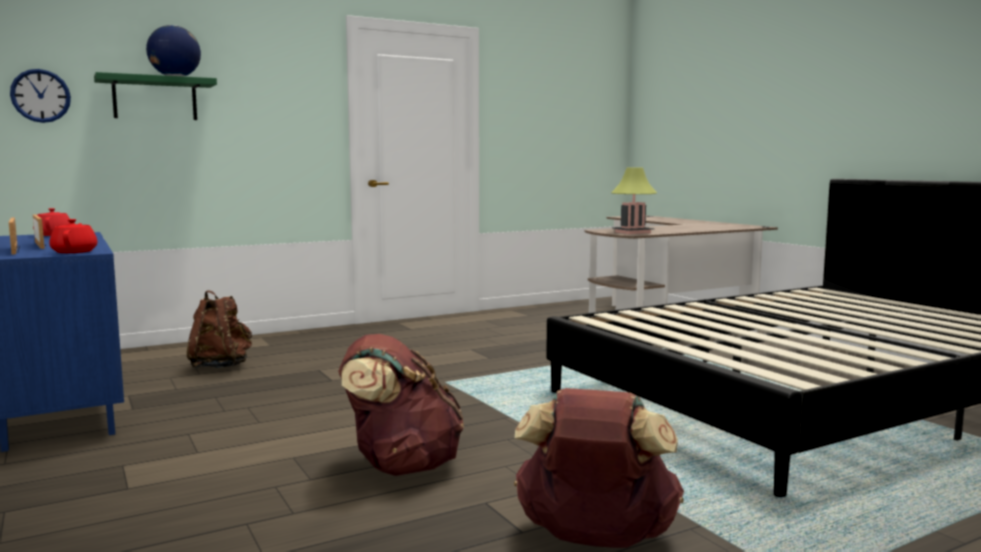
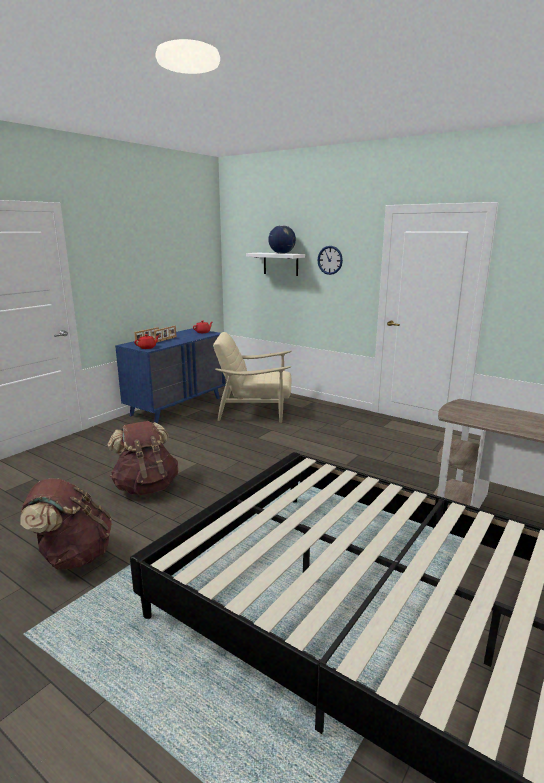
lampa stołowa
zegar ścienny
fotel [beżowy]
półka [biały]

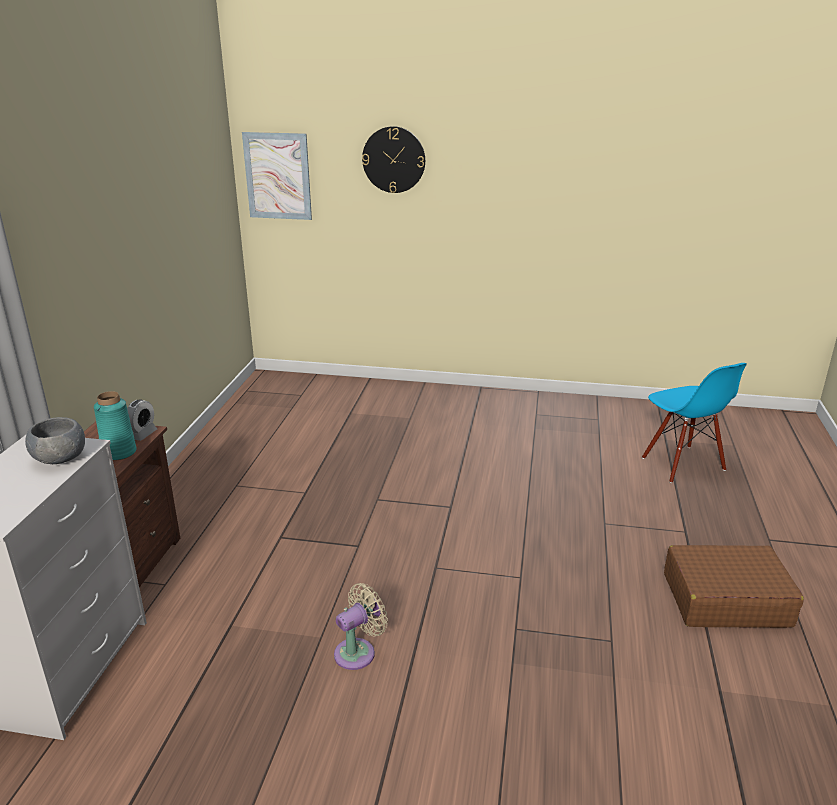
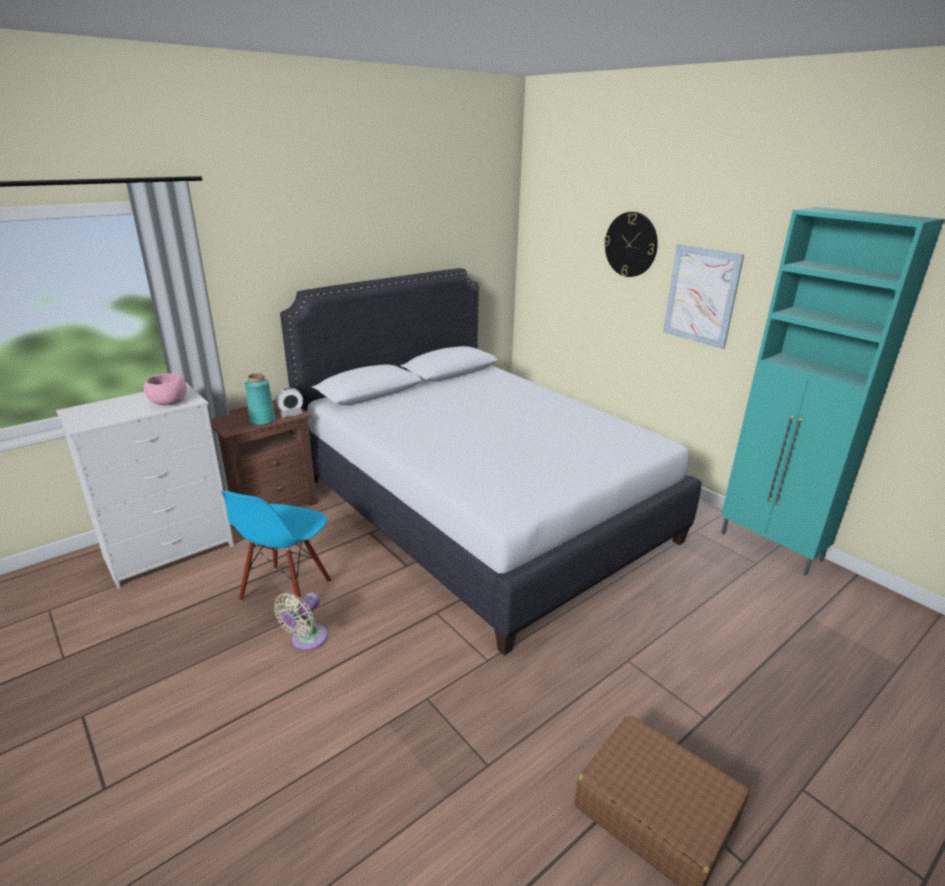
łóżko [biały]
szafka [turkusowy]
obraz
krzesło [niebieski]
miska [różowy]
wentylator [beżowy]

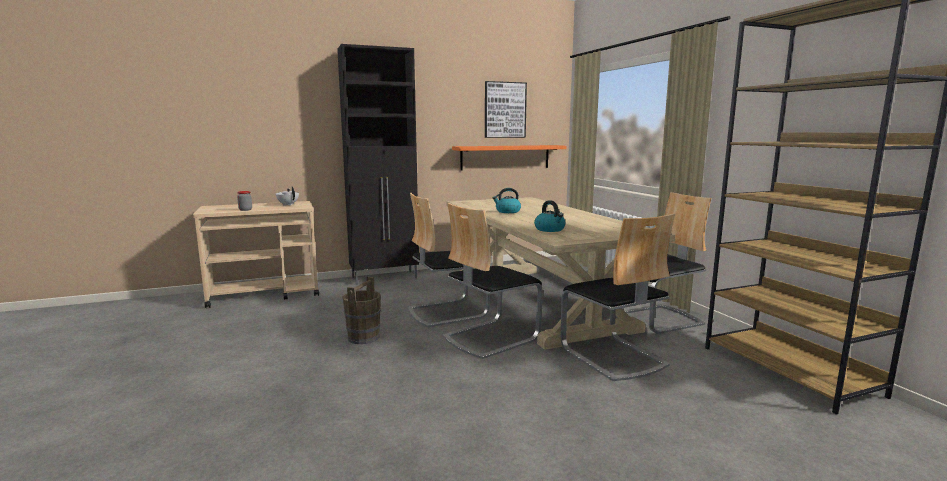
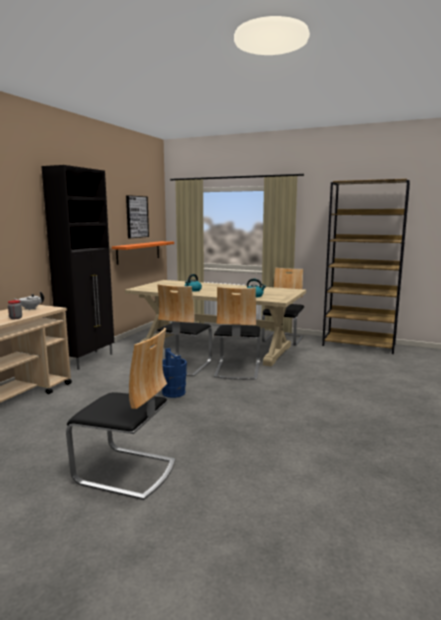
krzesło (no. 1 from left)
wiadro [niebieski]

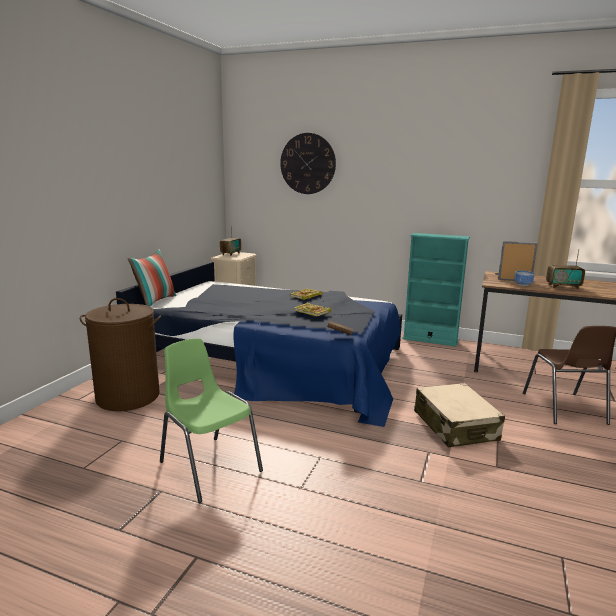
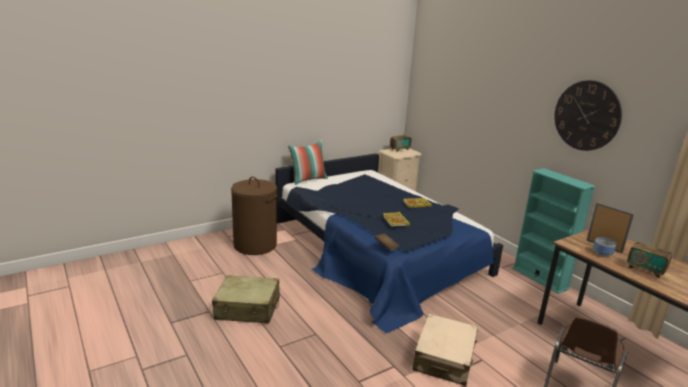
zegar ścienny
walizka [beżowy] (no. 1 from left)

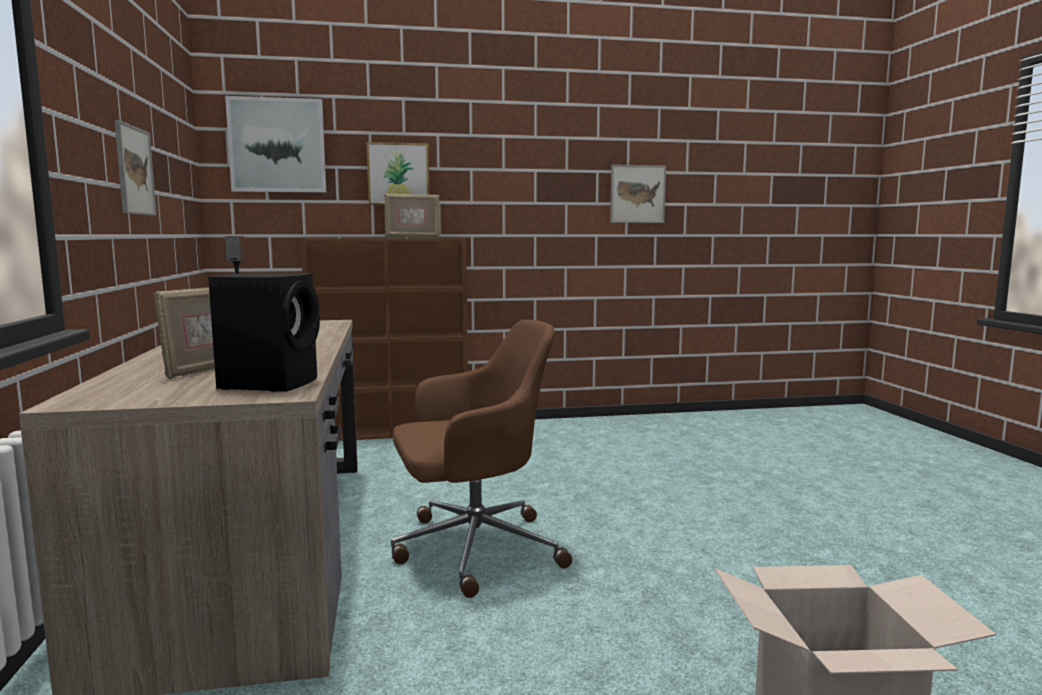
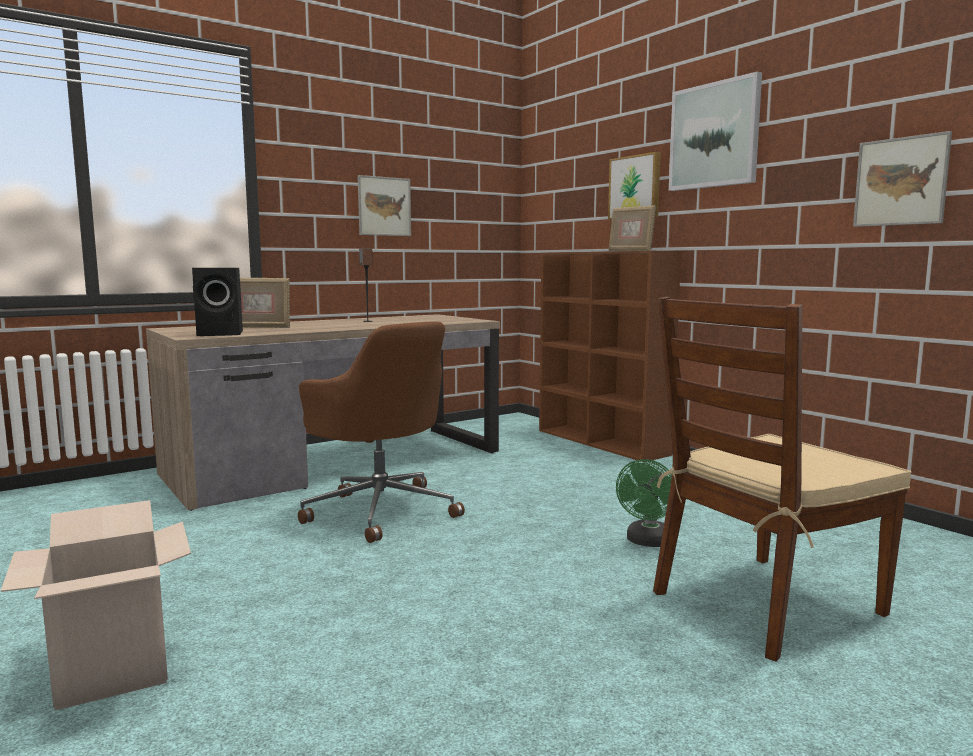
wentylator [zielony]
krzesło [brązowy]
obraz (no. 3 from left)

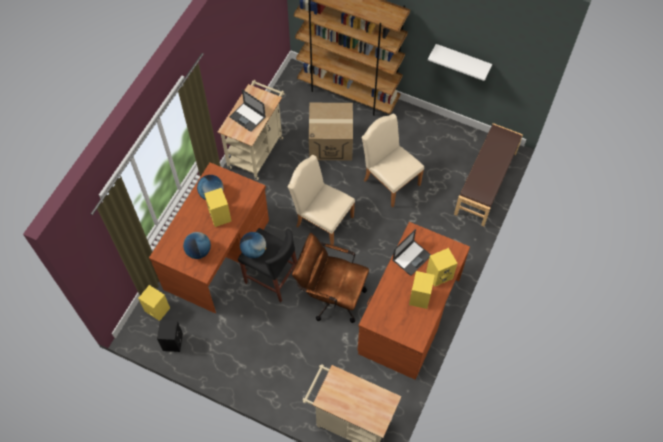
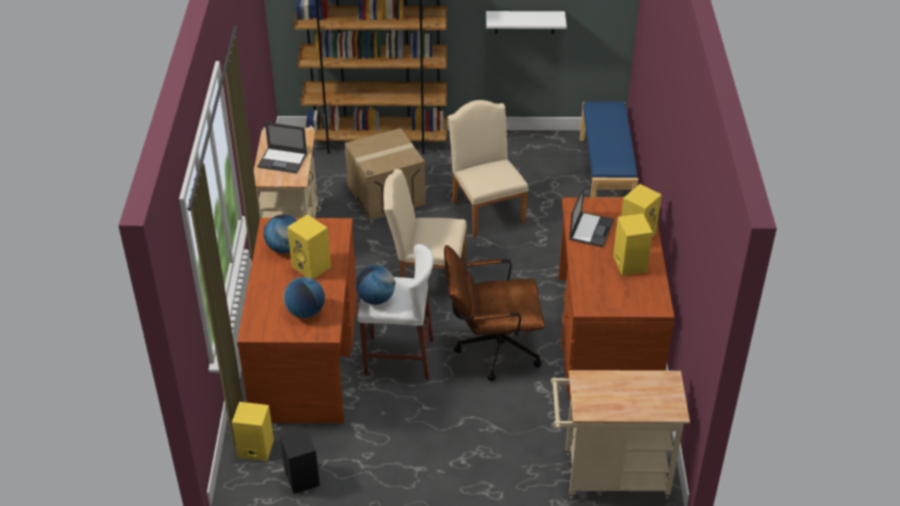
stołek [biały]
ławka [niebieski]
krzesło [beżowy] (no. 2 from left)

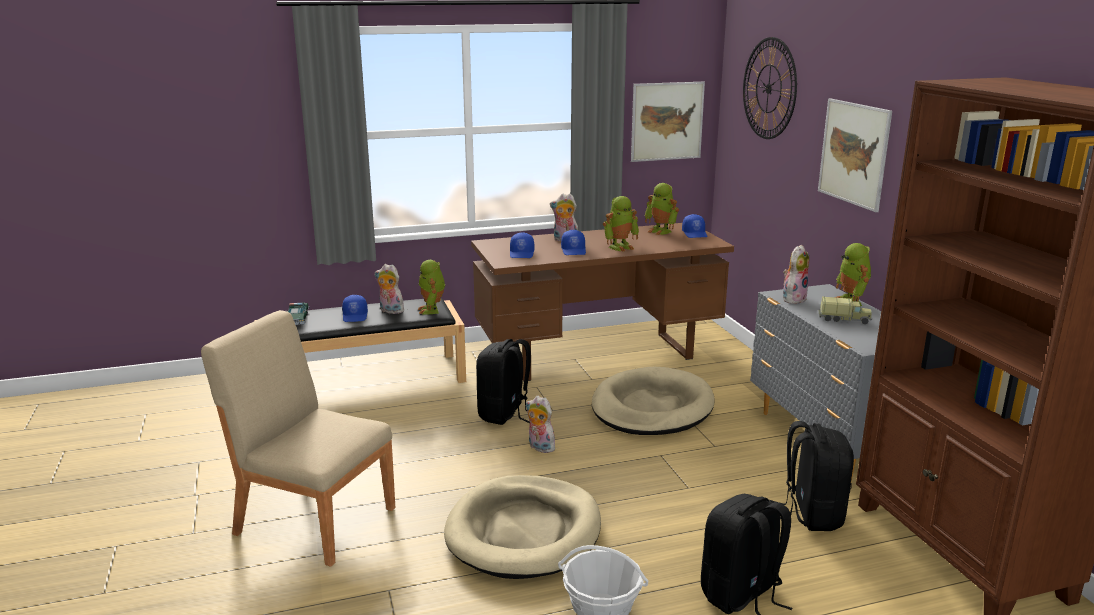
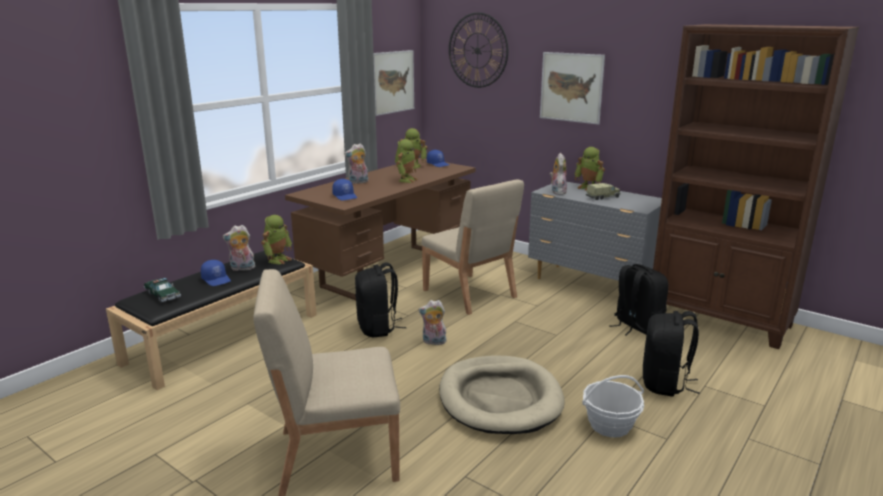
czapka z daszkiem [niebieski] (no. 3 from left in the first image)
krzesło [beżowy] (no. 2 from left)
robot zabawkowy (no. 1 from left)

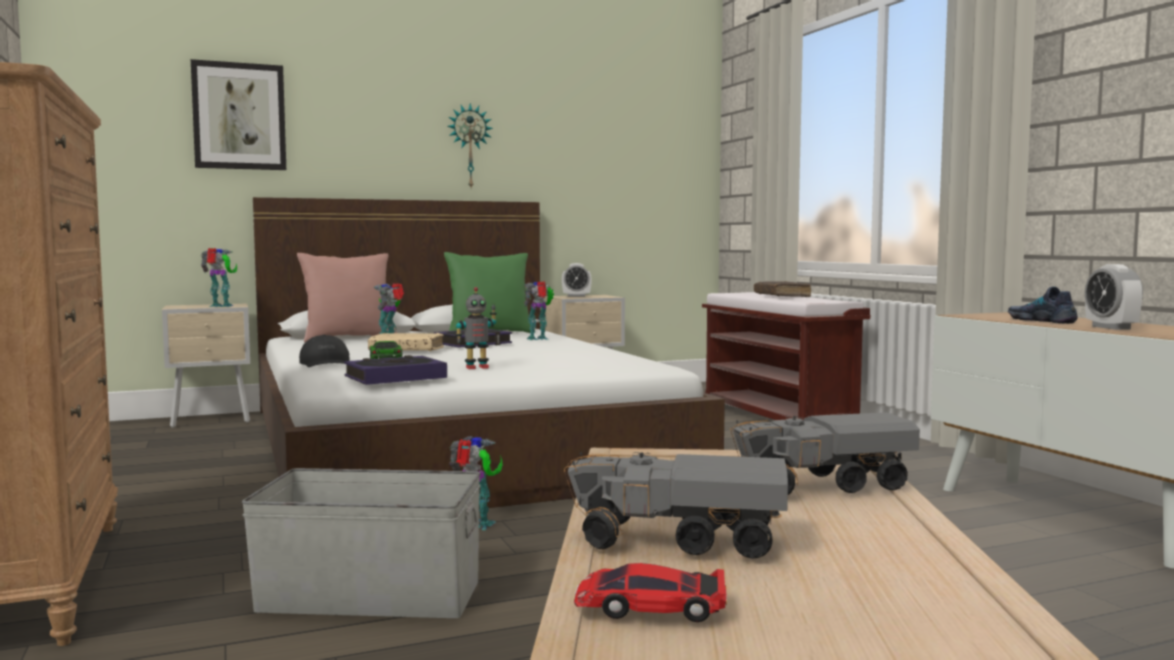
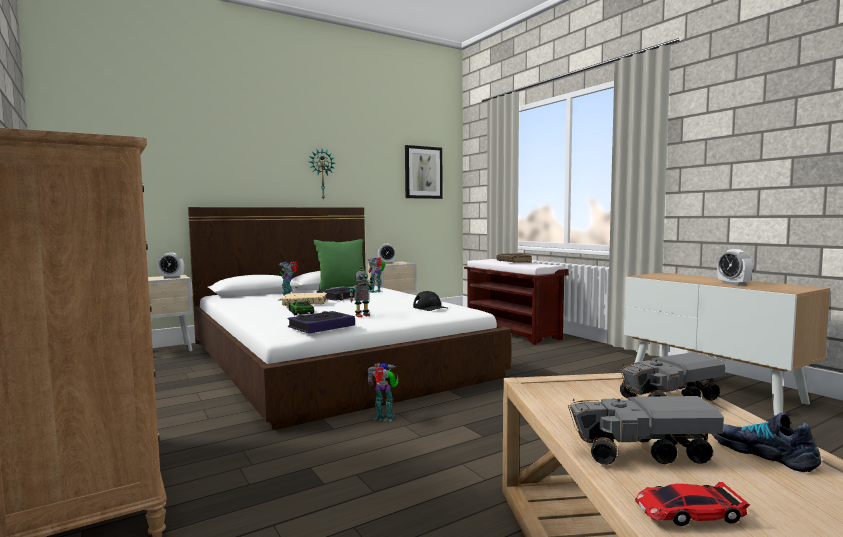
pojemnik do przechowywania [szary]
poduszka [różowy]
obraz
czapka z daszkiem [czarny]
but
budzik (no. 1 from left)

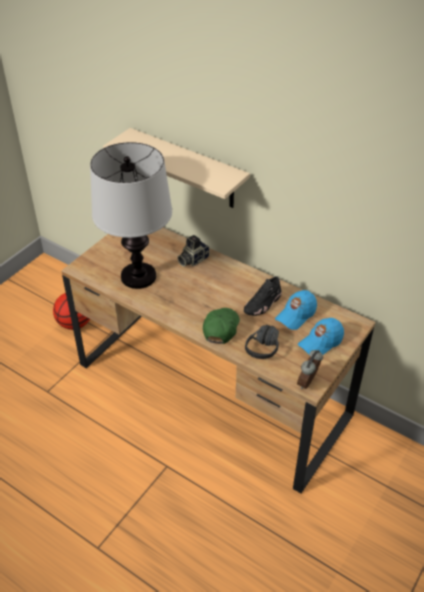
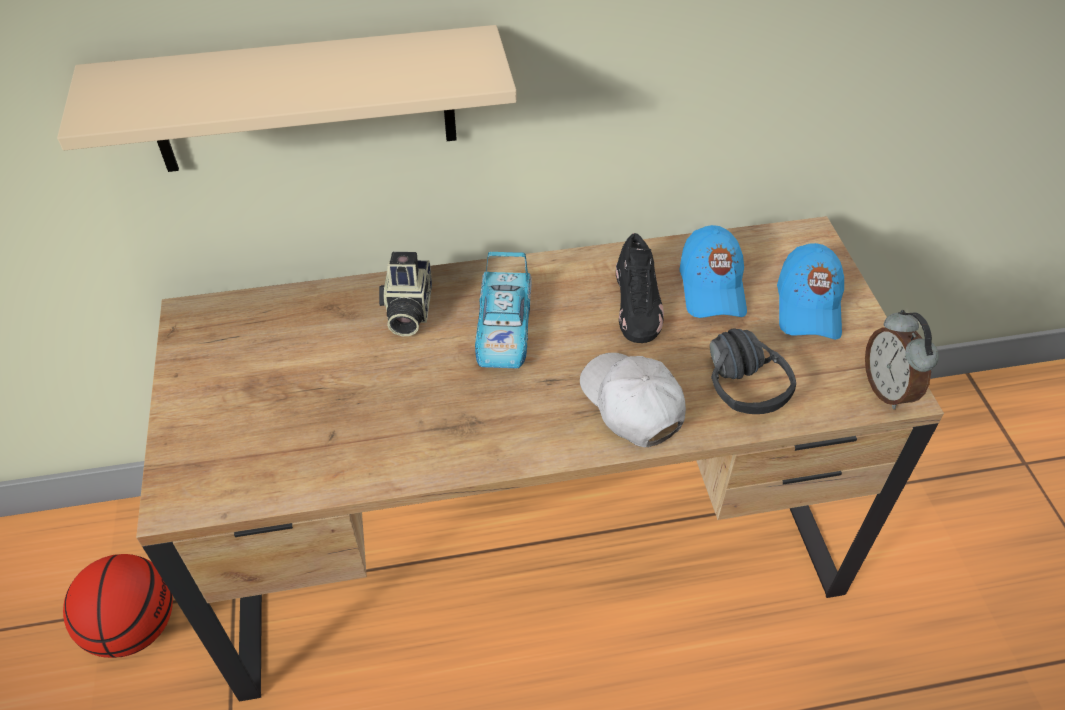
lampa stołowa
samochodzik
czapka z daszkiem [biały]

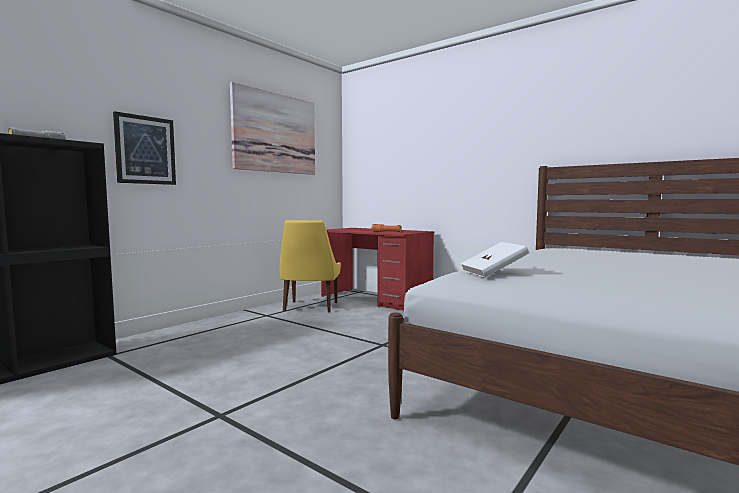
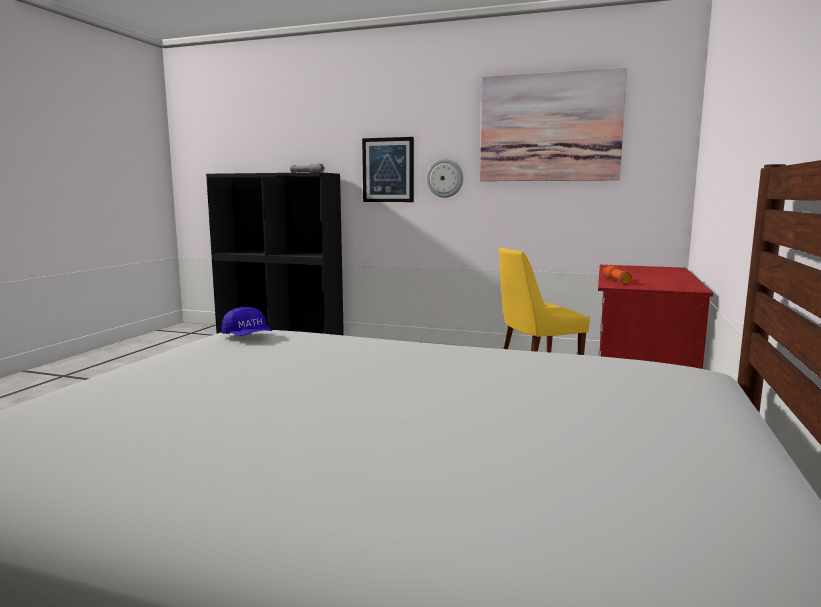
zegar ścienny
czapka z daszkiem [niebieski]

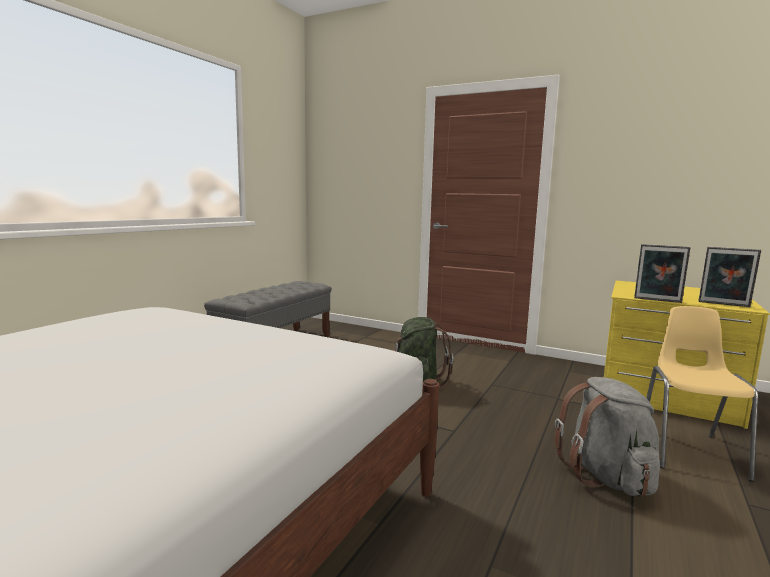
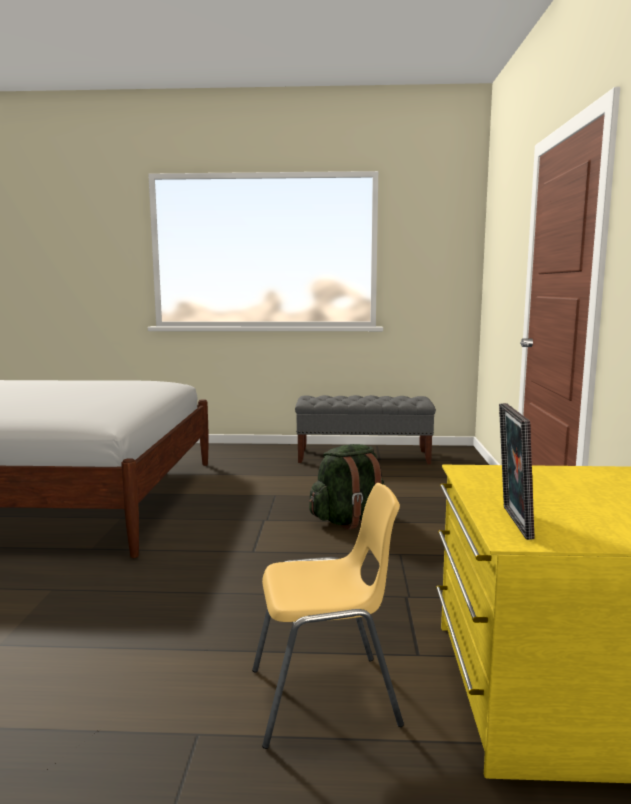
plecak [szary]
ramka na zdjęcie (no. 1 from left in the first image)

